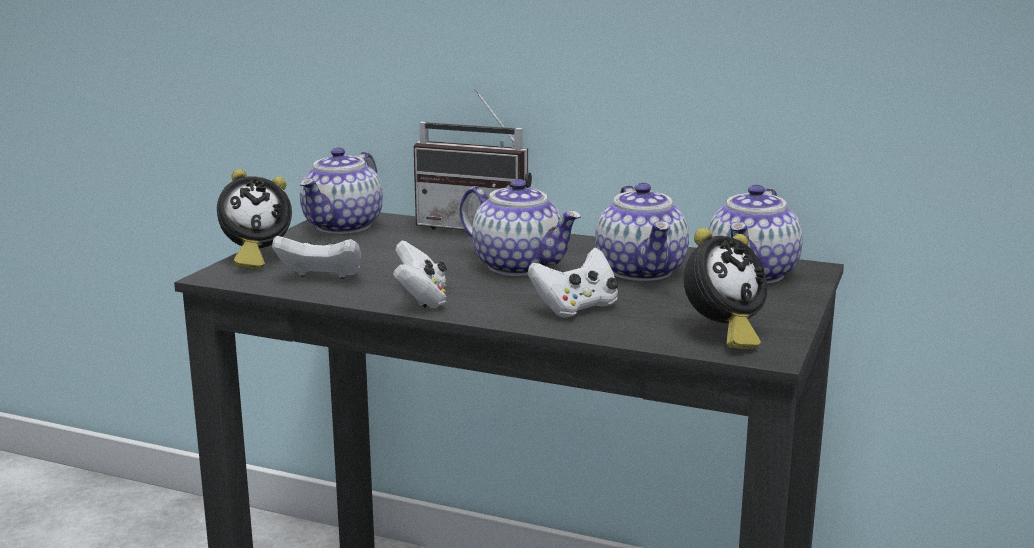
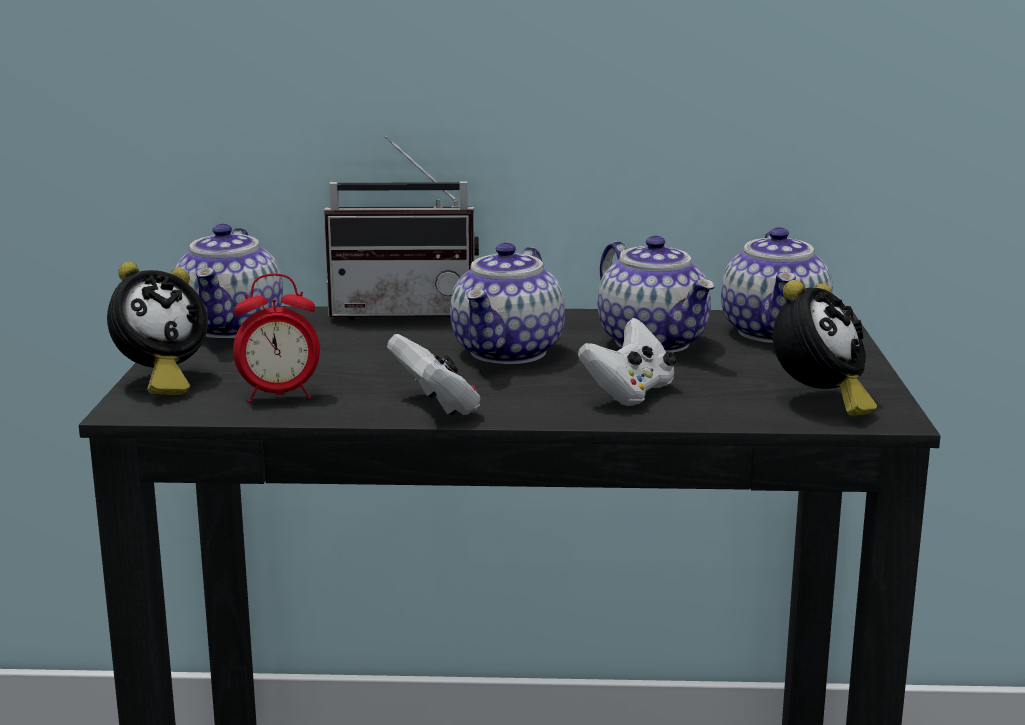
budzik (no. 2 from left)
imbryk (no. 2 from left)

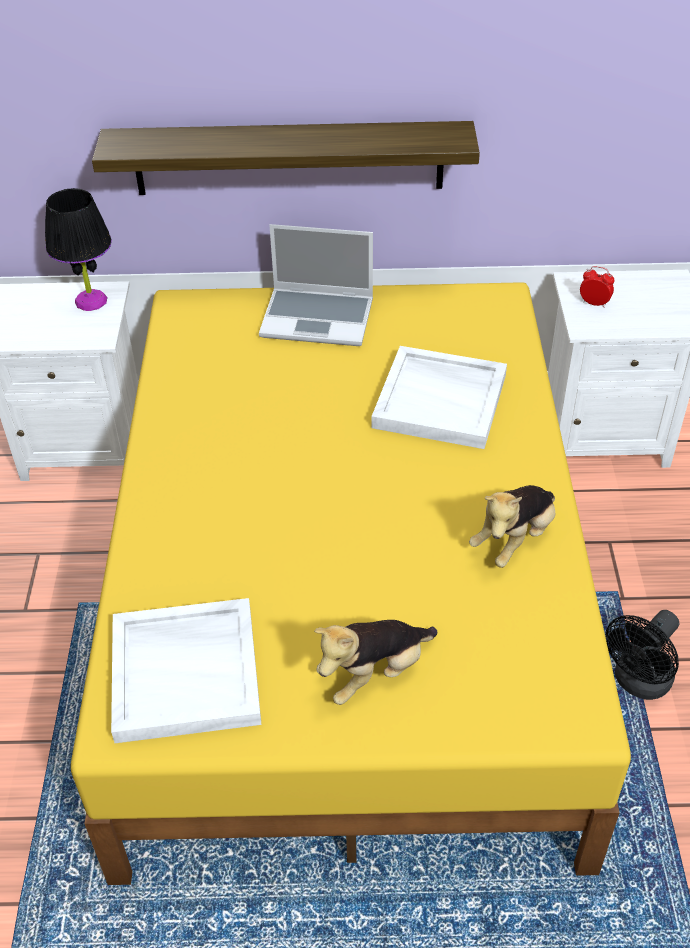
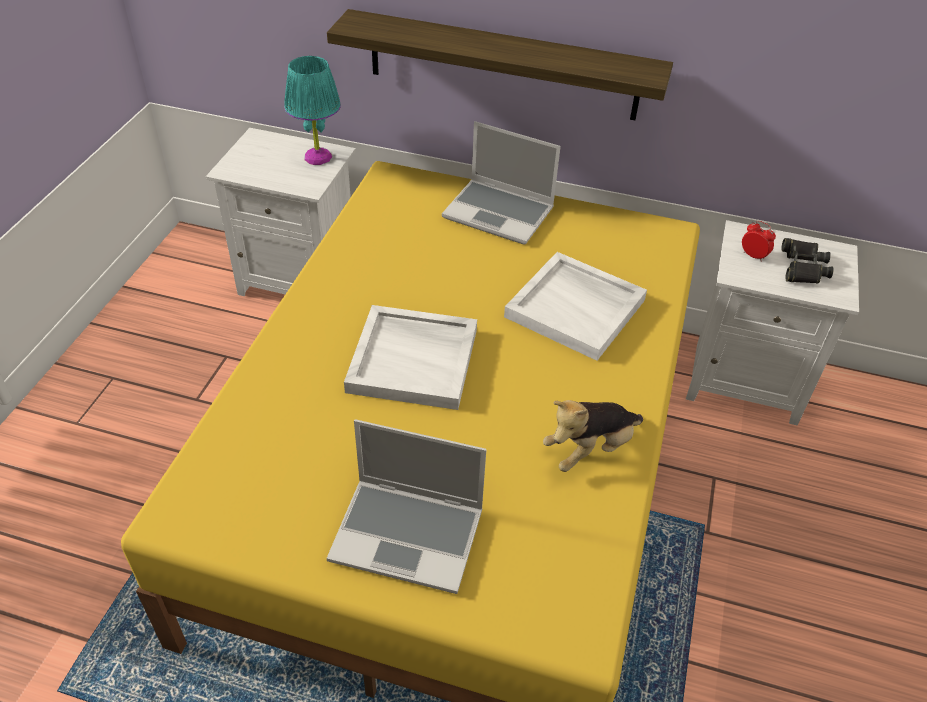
wentylator [czarny]
lornetka [czarny]
taca [biały] (no. 1 from left)
laptop (no. 1 from left)
lampa stołowa [turkusowy]

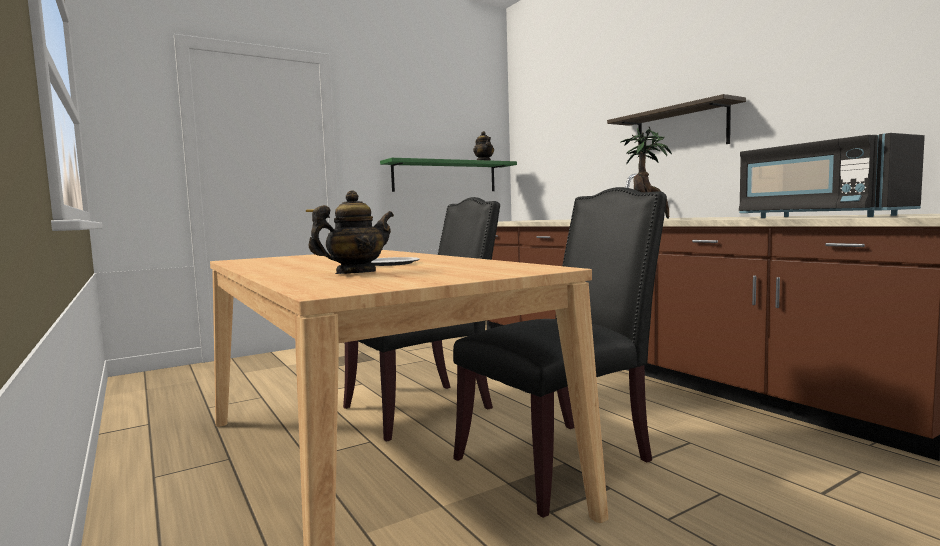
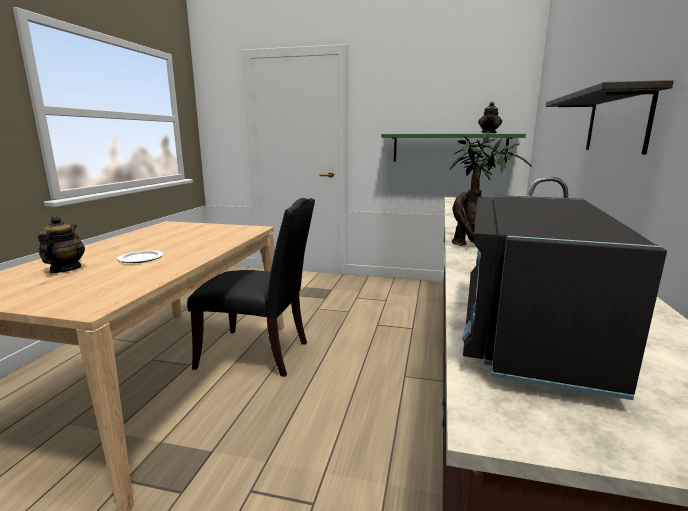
krzesło [czarny] (no. 2 from left in the first image)
imbryk (no. 1 from left)

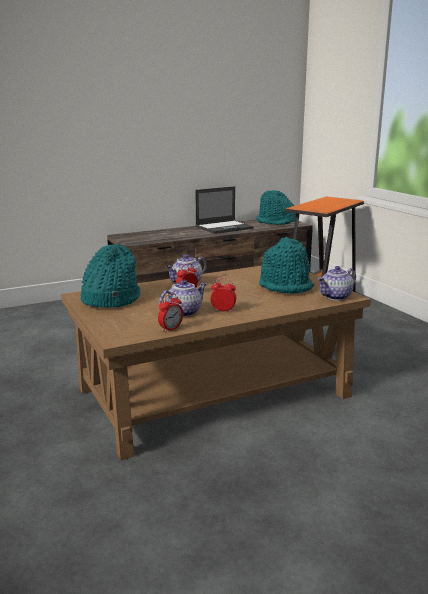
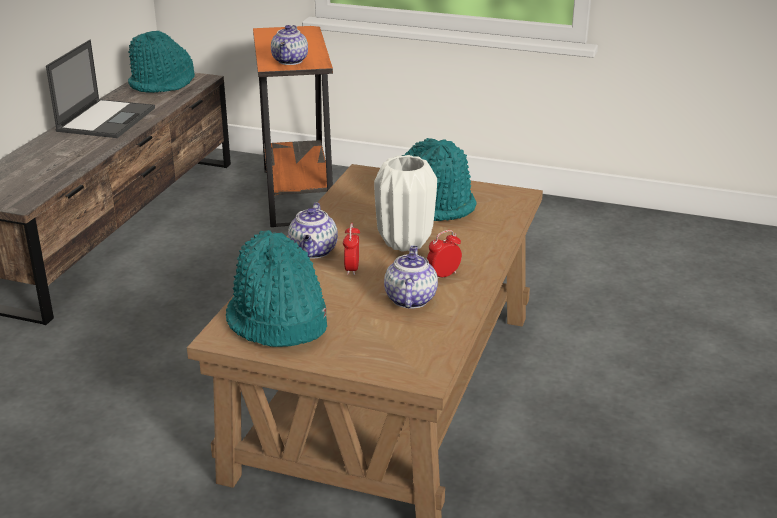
budzik (no. 1 from left in the first image)
wazon [biały]
imbryk (no. 1 from left)

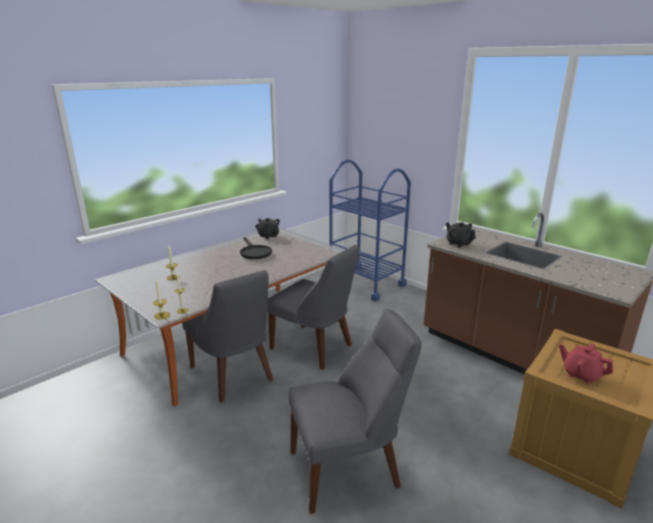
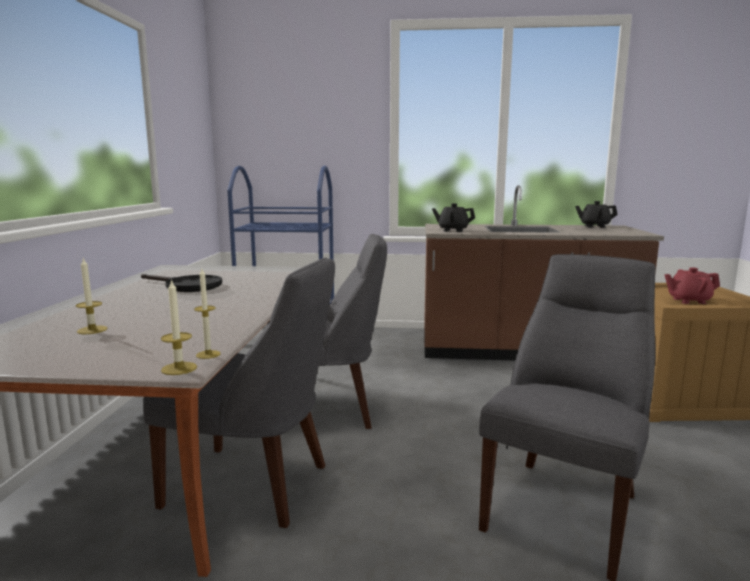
imbryk [czarny] (no. 2 from left)

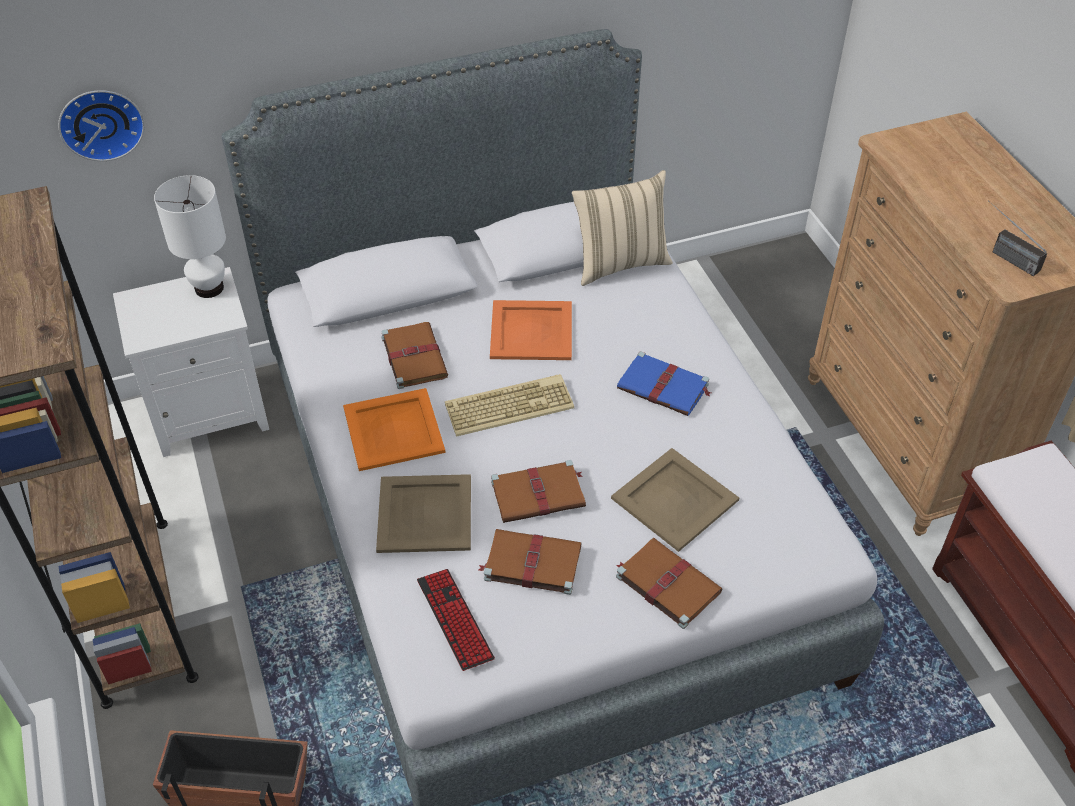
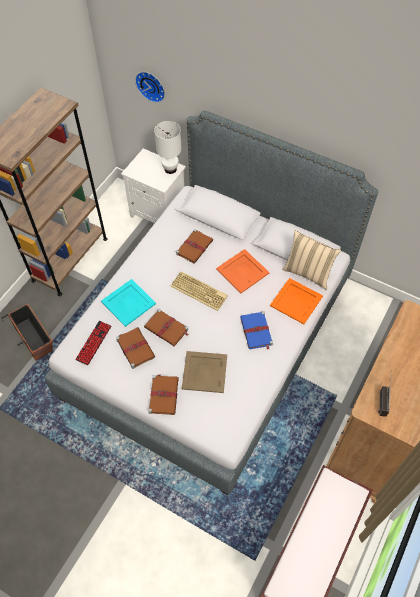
taca [pomarańczowy] (no. 2 from left)
taca [turkusowy]

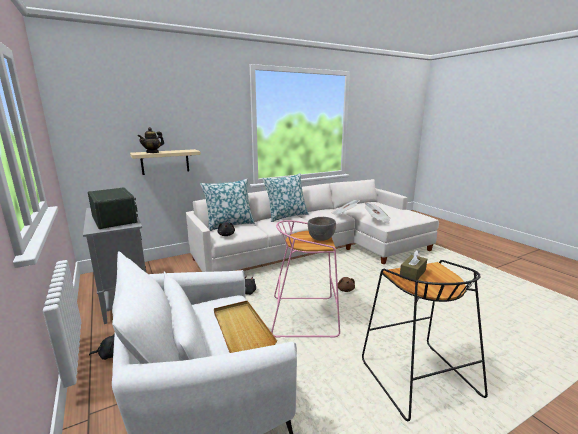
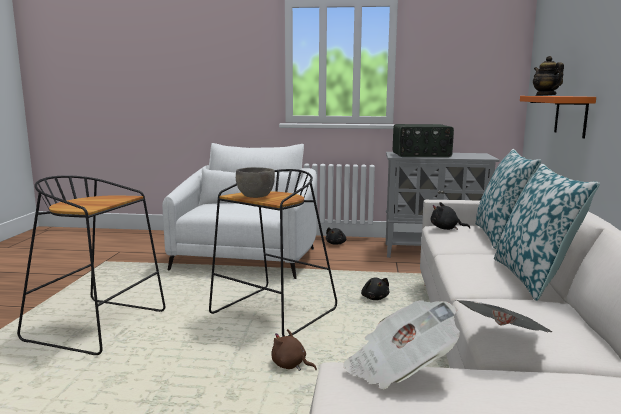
taca [beżowy]
pudełko chusteczek [brązowy]
półka [pomarańczowy]
stołek [czarny] (no. 2 from left)

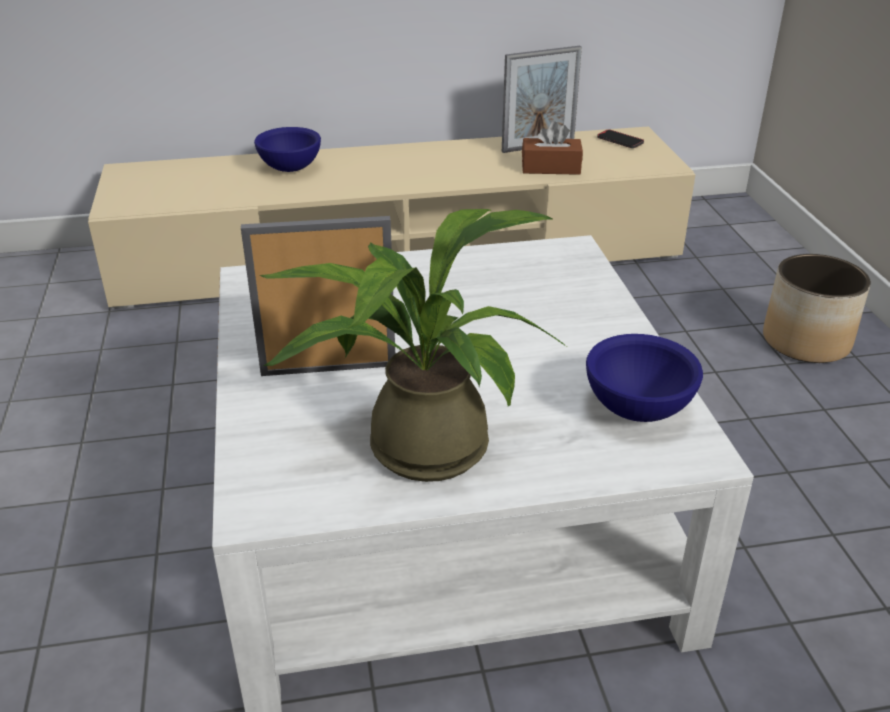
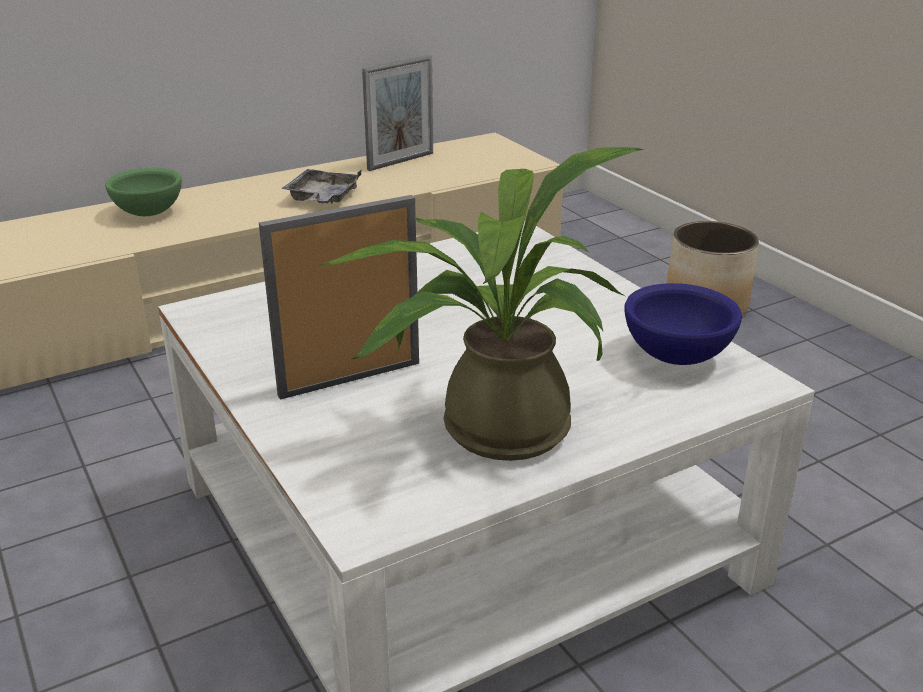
pudełko chusteczek [brązowy]
telefon
taca [szary]
miska [zielony]

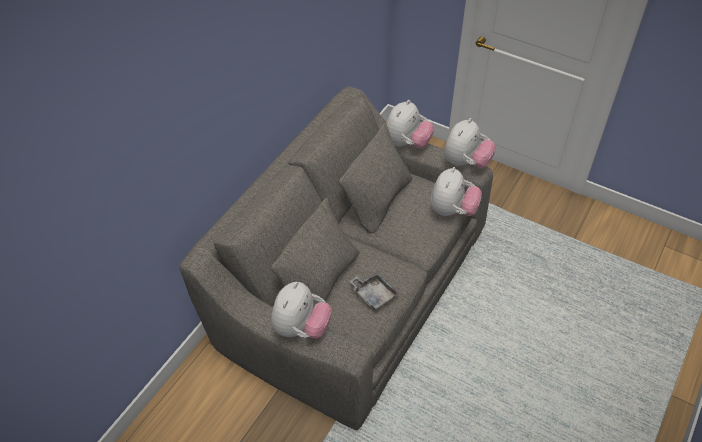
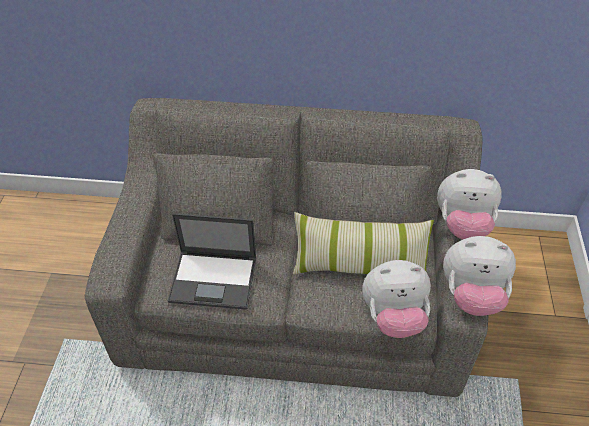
pluszak (no. 1 from left in the first image)
poduszka
laptop

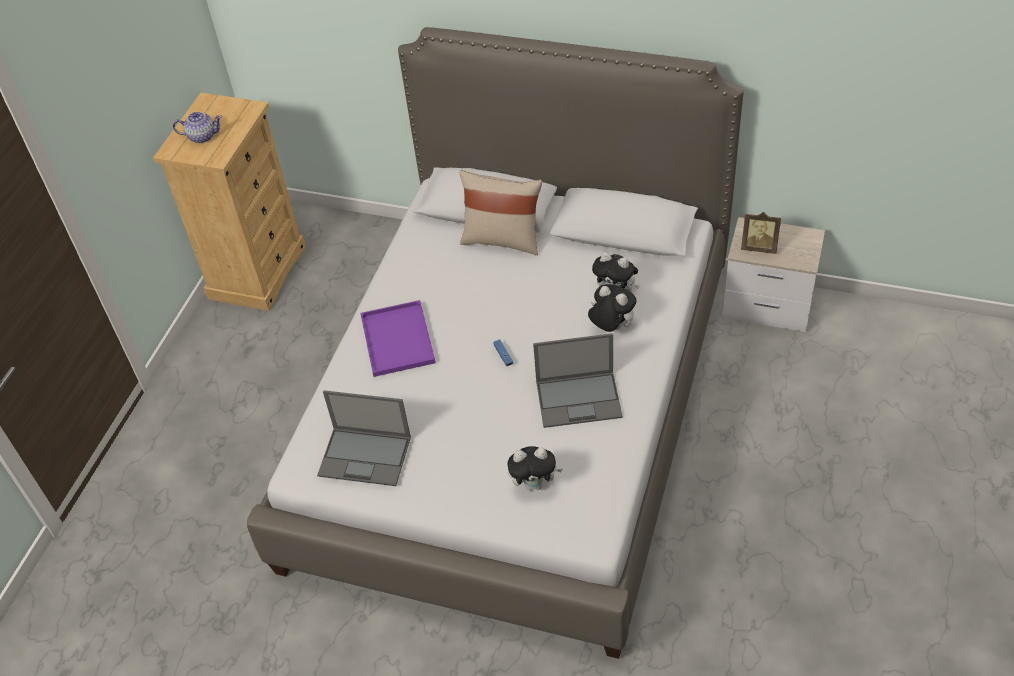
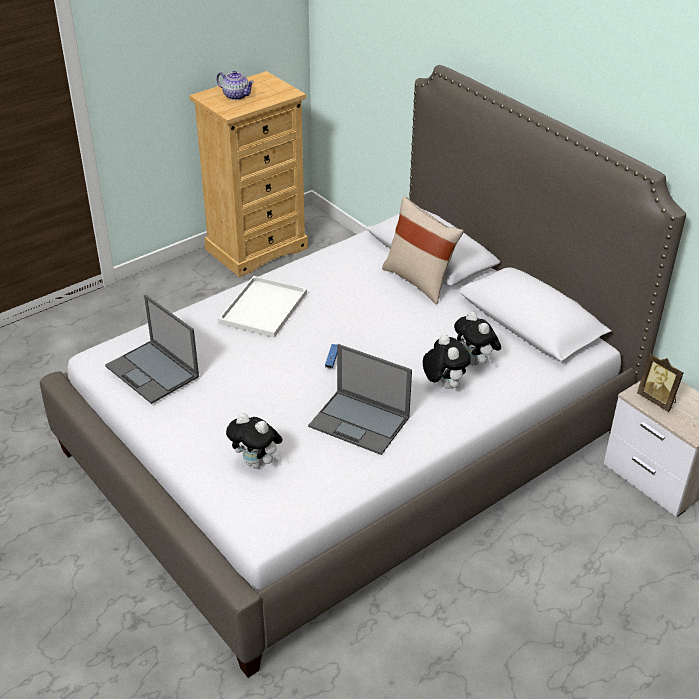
taca [biały]

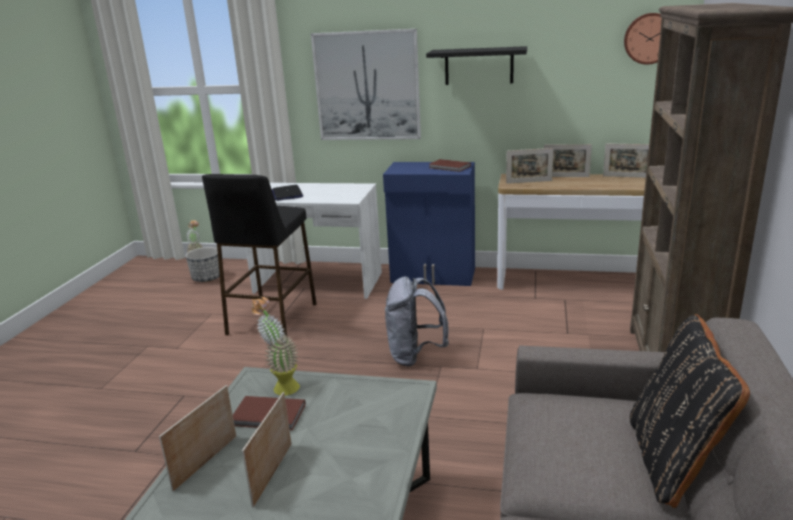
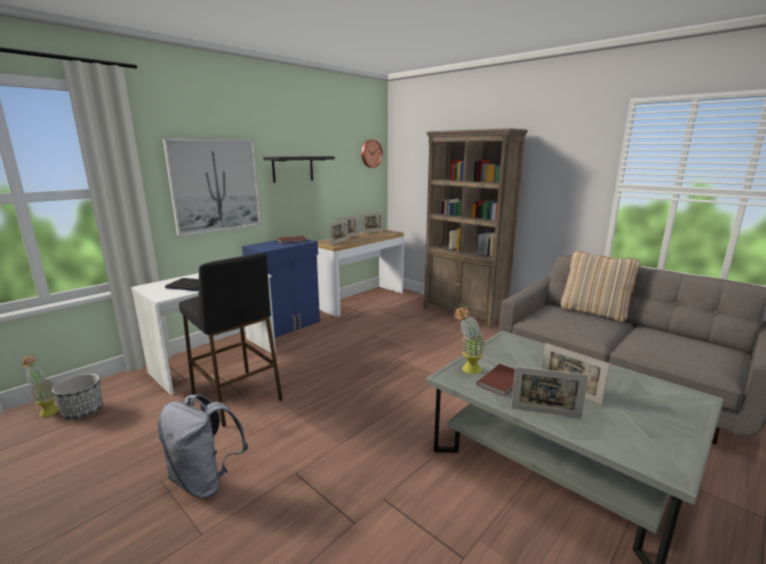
plecak [szary]
poduszka [beżowy]
ramka na zdjęcie (no. 4 from left)

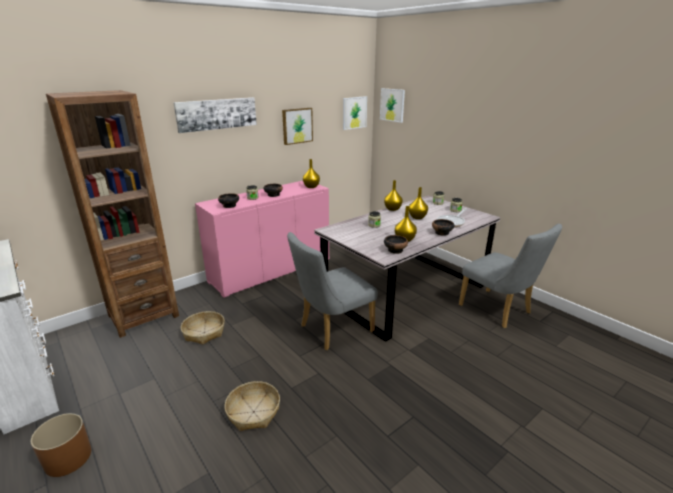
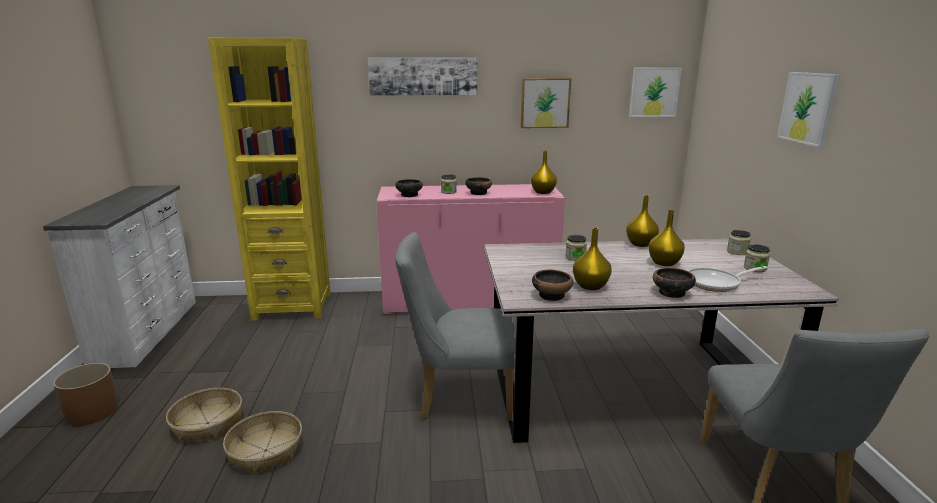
koszyk (no. 1 from left)
obraz (no. 4 from left)
regał [żółty]

